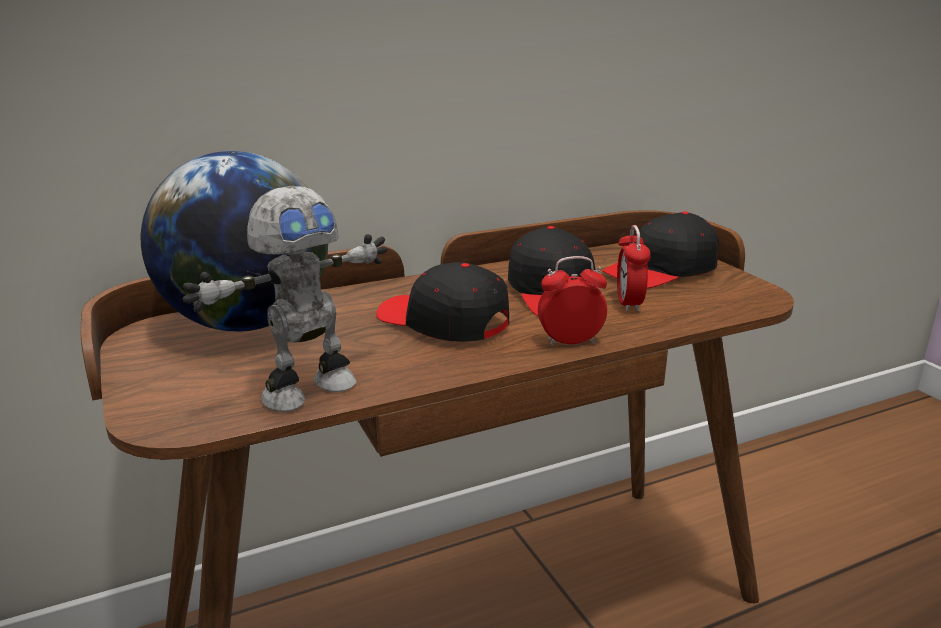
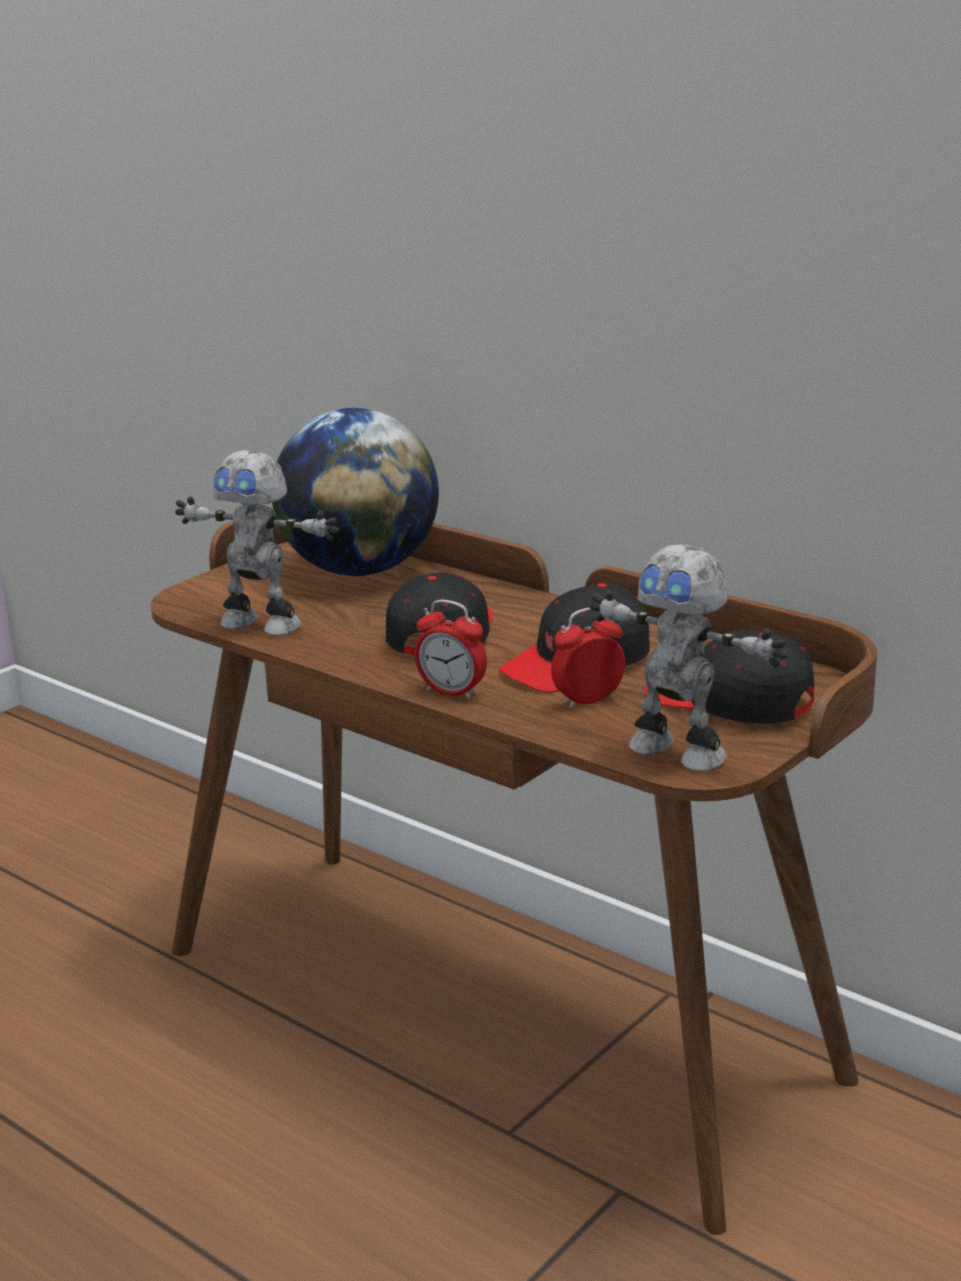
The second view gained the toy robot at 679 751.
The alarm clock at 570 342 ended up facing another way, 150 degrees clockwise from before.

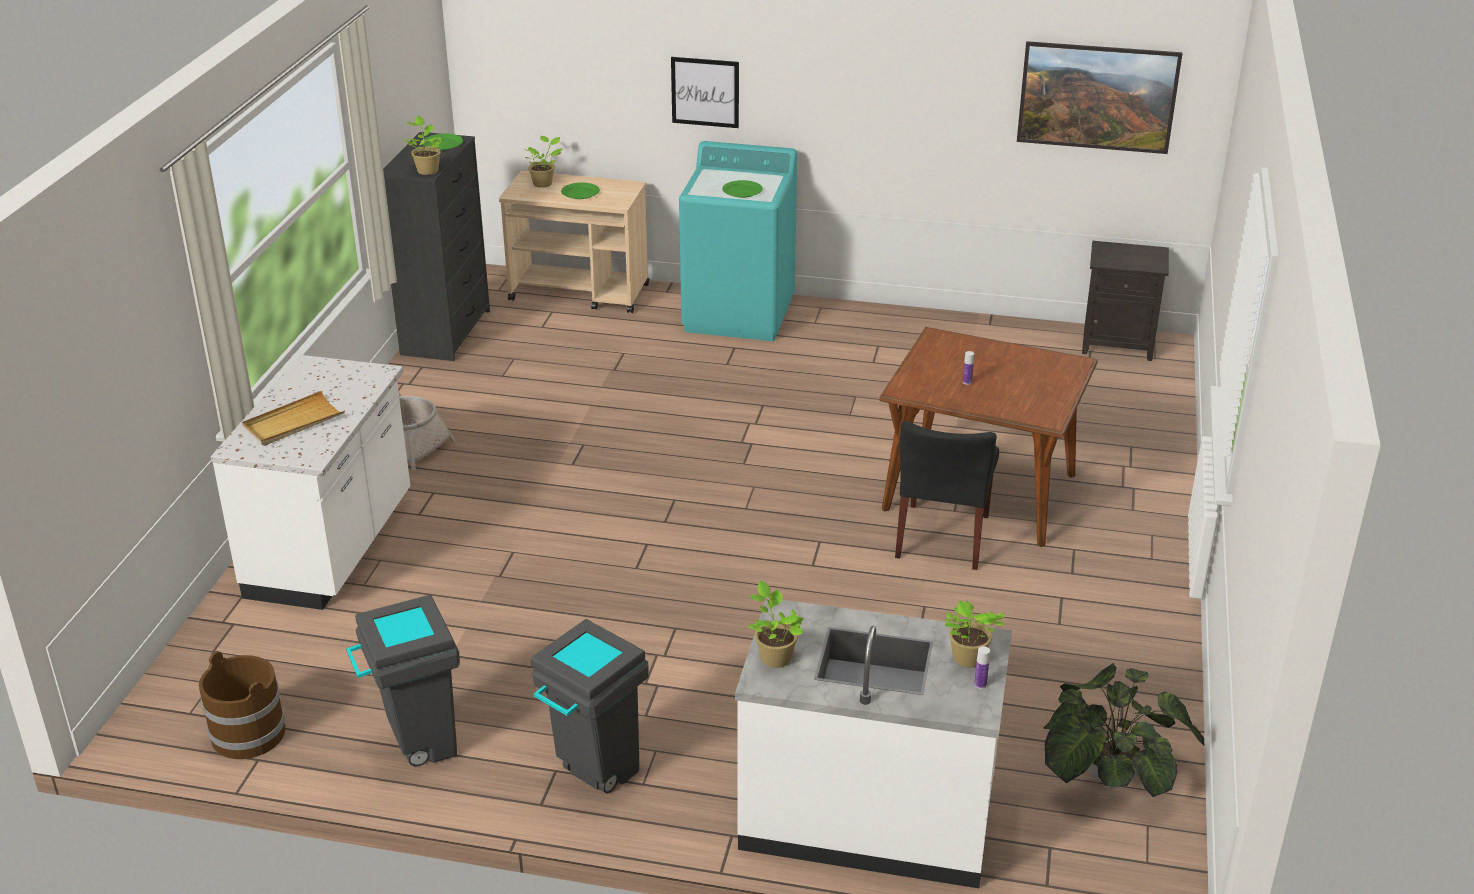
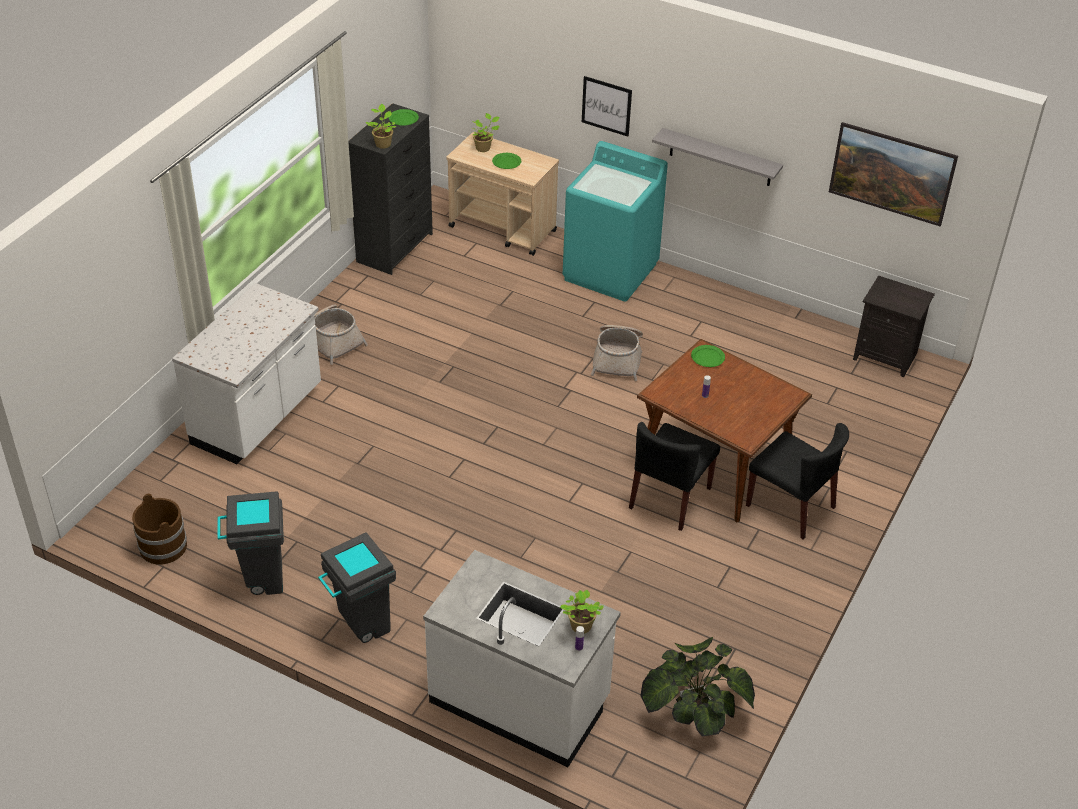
The second view lost the beige tray at 293 422.
The second view lost the potted plant at 774 657.
The second view gained the basket at 618 358.
The second view gained the grey shelf at 720 158.
The second view gained the black chair at 791 506.
The green plate ended up elsewhere, having gone from 742 191 to 708 357.

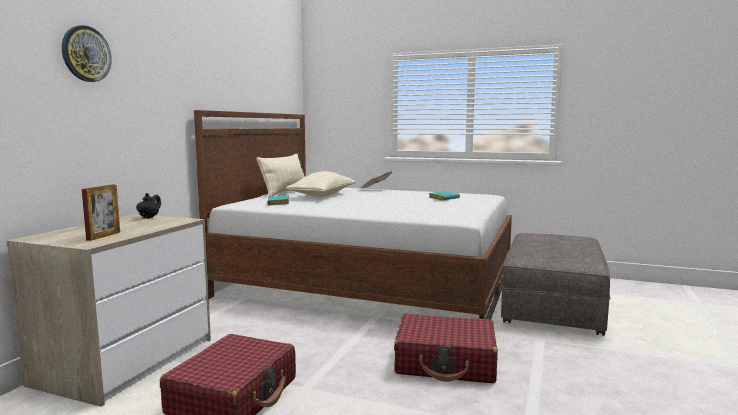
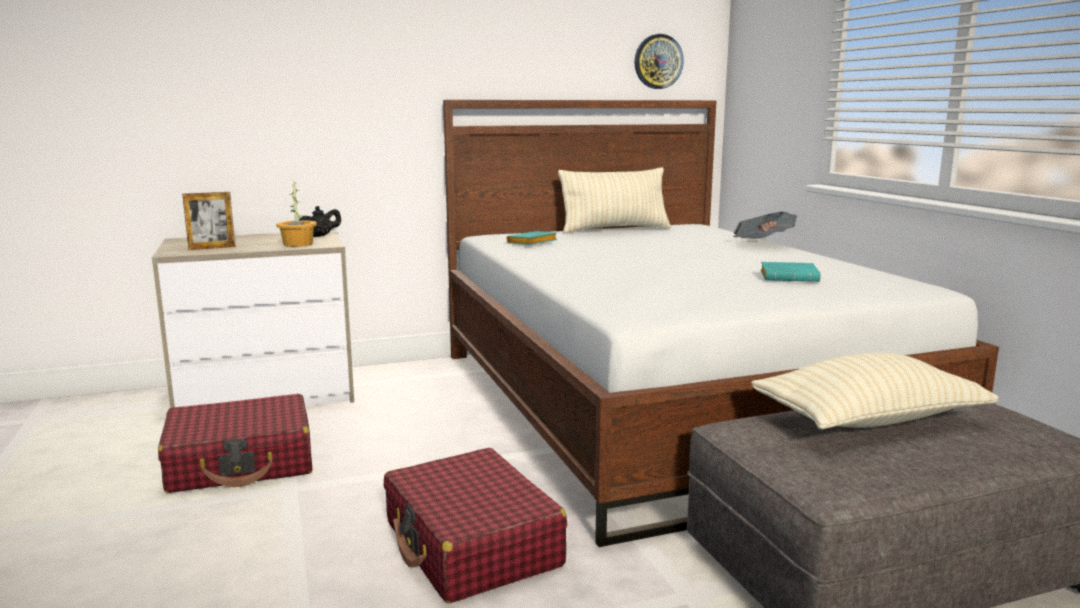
The second view gained the potted plant at 297 244.
The wall clock ended up elsewhere, having gone from 86 54 to 658 61.
The beige pillow ended up elsewhere, having gone from 322 196 to 868 420.

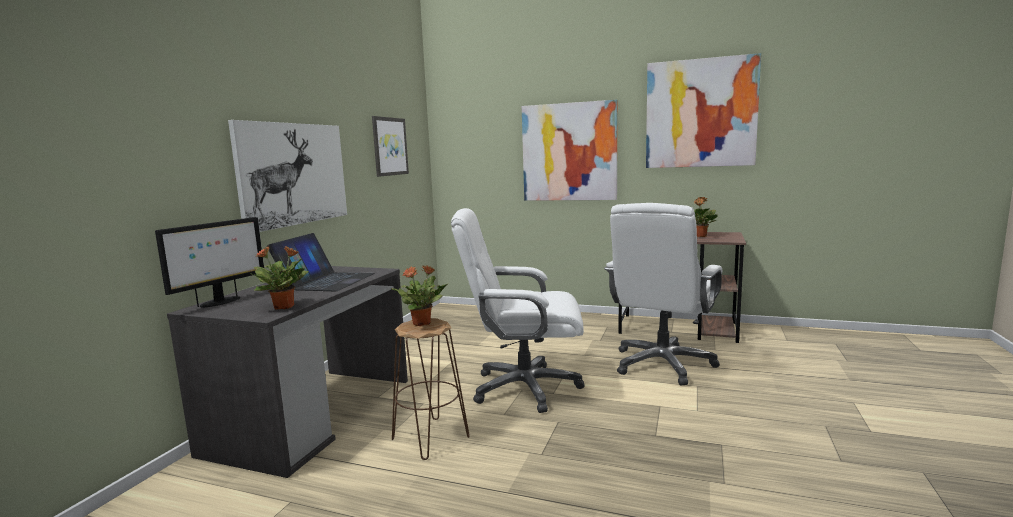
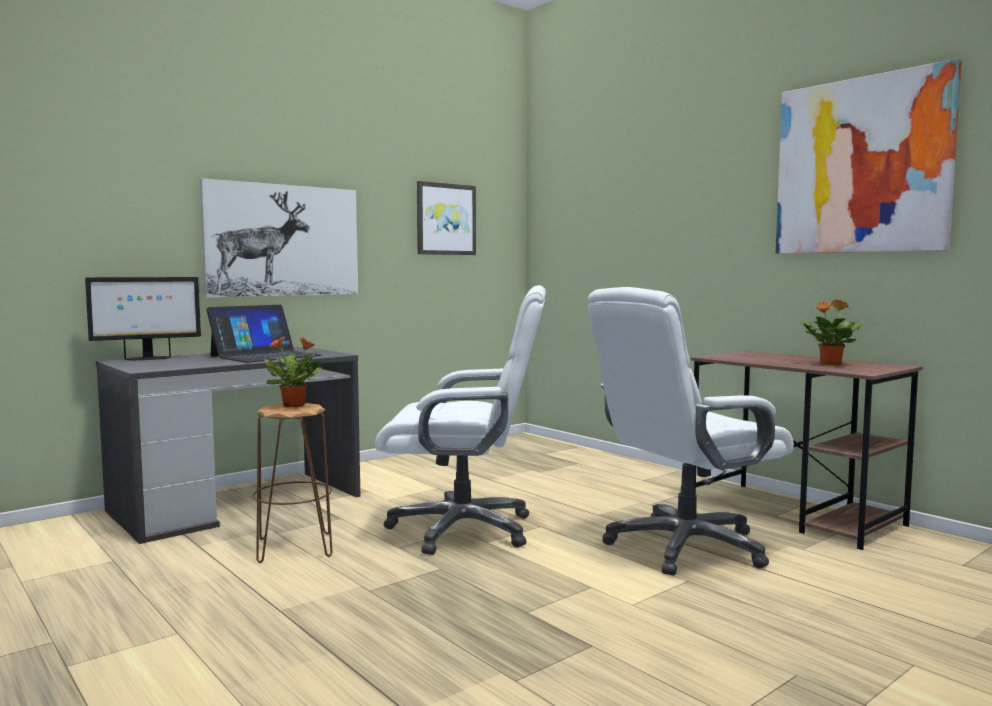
The second view lost the potted plant at 285 307.
The second view lost the picture at 569 152.
The white office chair at 524 388 ended up facing another way, 150 degrees clockwise from before.

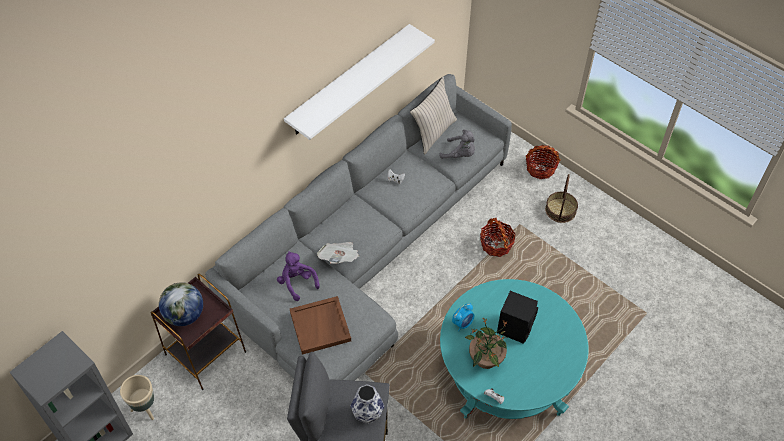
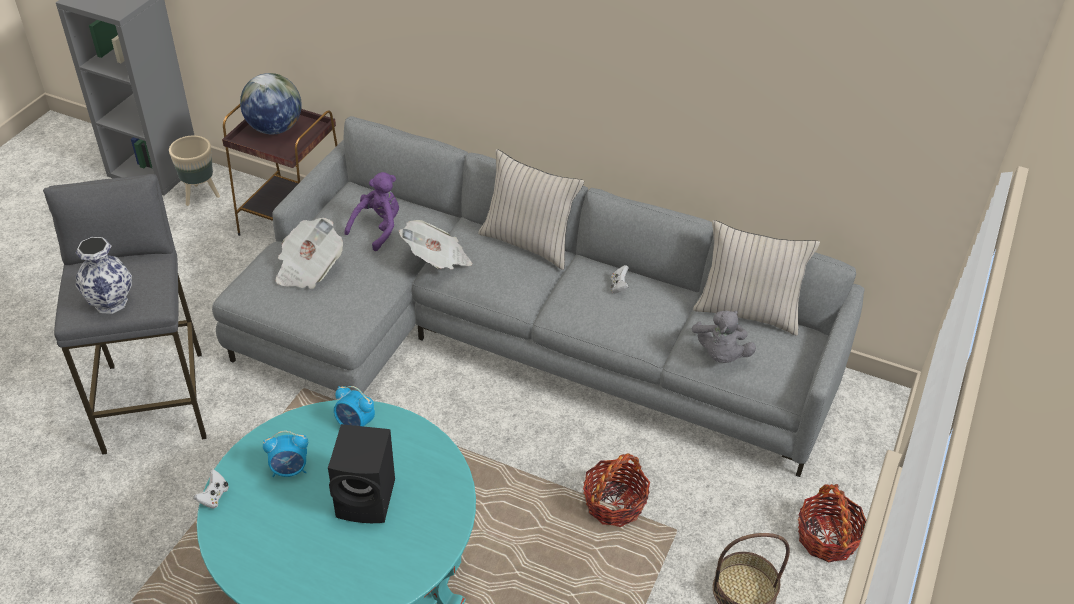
The second view lost the white shelf at 349 80.
The second view gained the beige pillow at 528 243.
Where the brown tray stood at 321 326, the newspaper came to stand at 308 268.
Where the potted plant stood at 485 359, the alarm clock came to stand at 290 469.

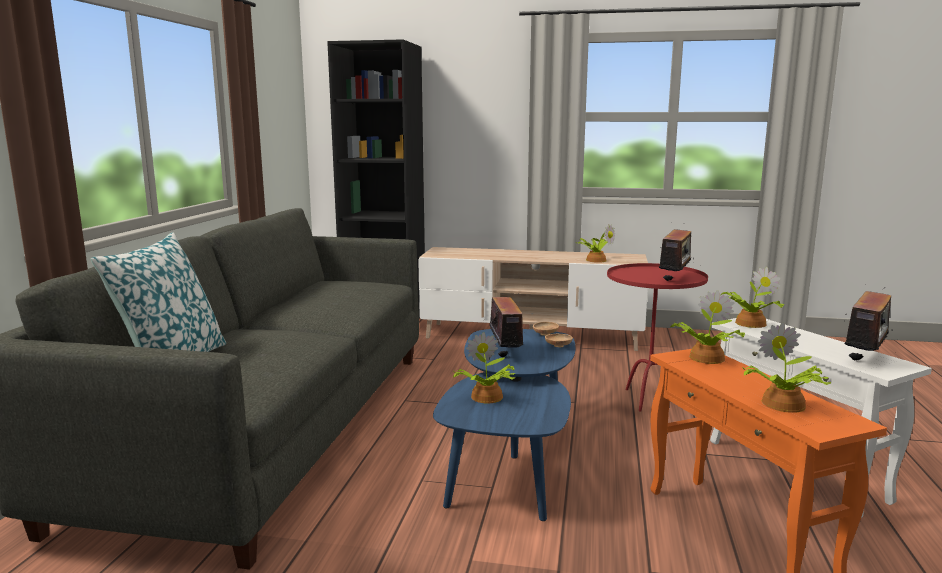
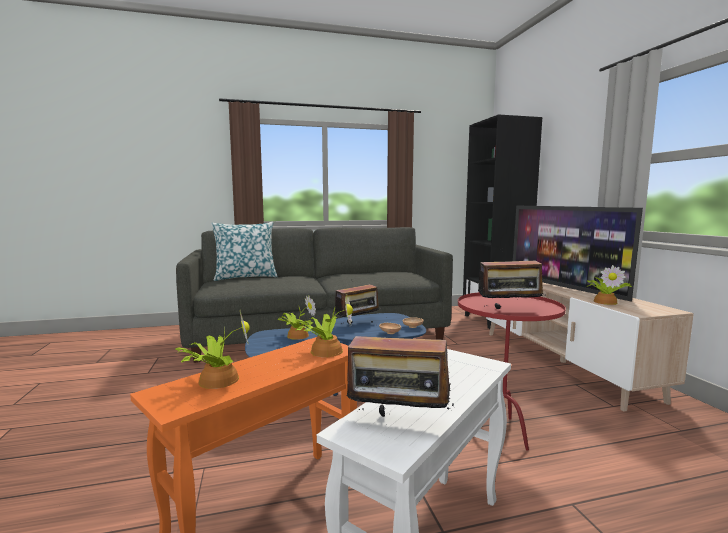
The second view lost the potted plant at 748 323.
The second view gained the television at 565 287.

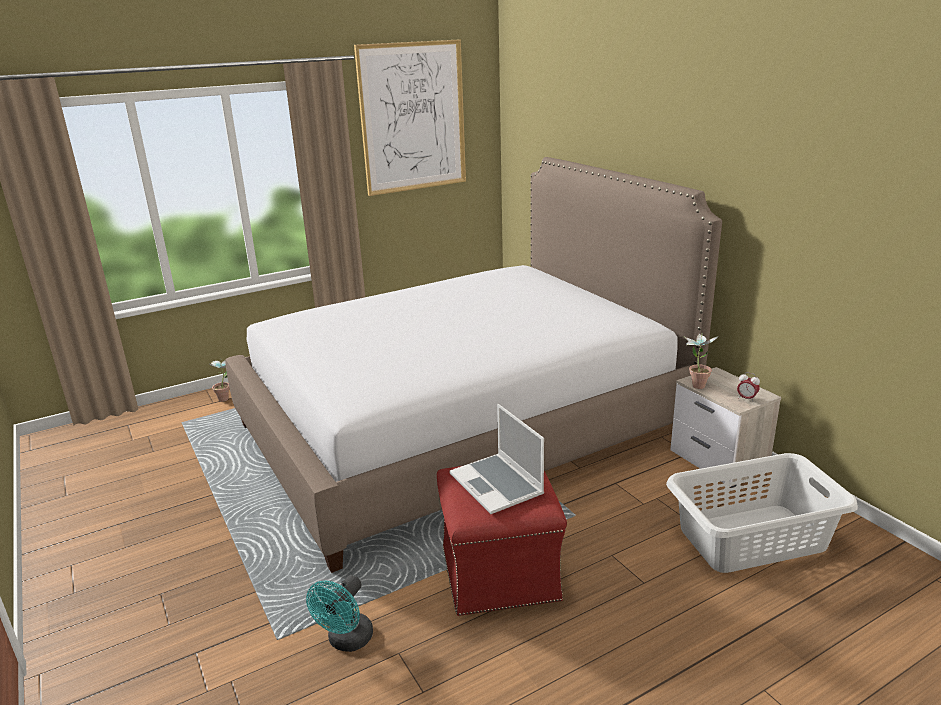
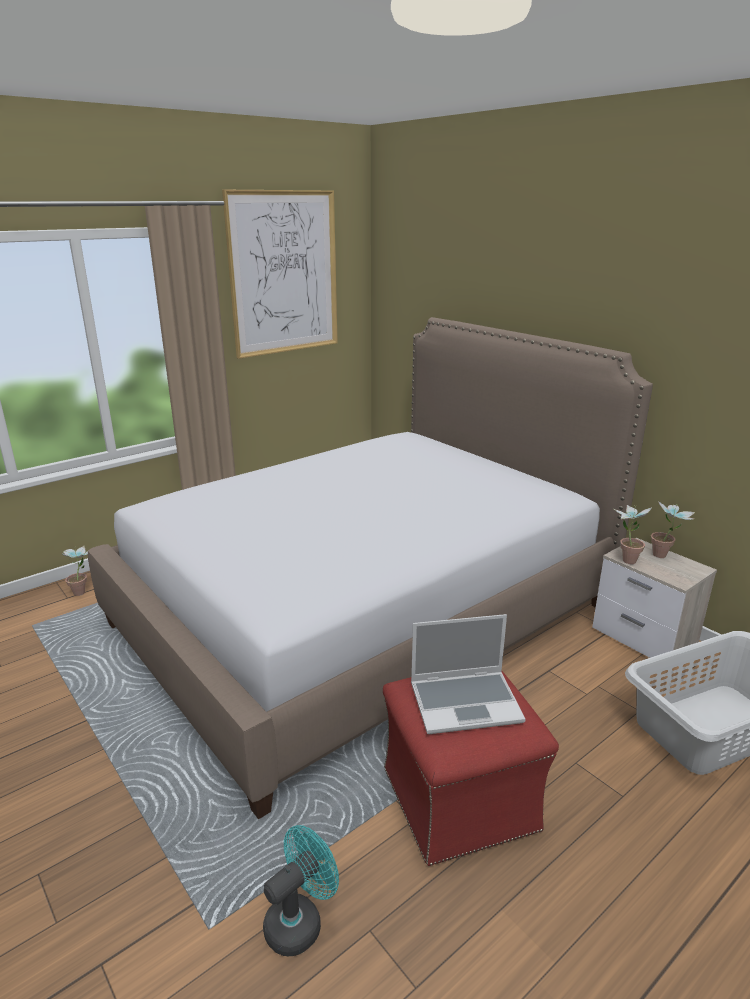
The second view lost the alarm clock at 746 398.
The second view gained the potted plant at 664 556.
The turquoise fan at 346 641 ended up facing another way, 150 degrees counterclockwise from before.
The laptop at 498 485 ended up facing another way, 60 degrees counterclockwise from before.

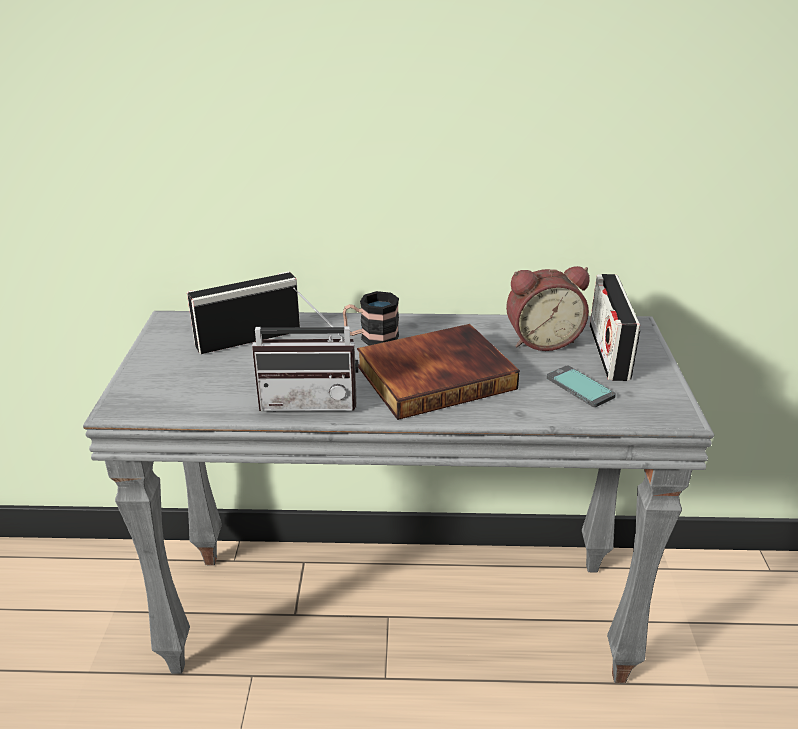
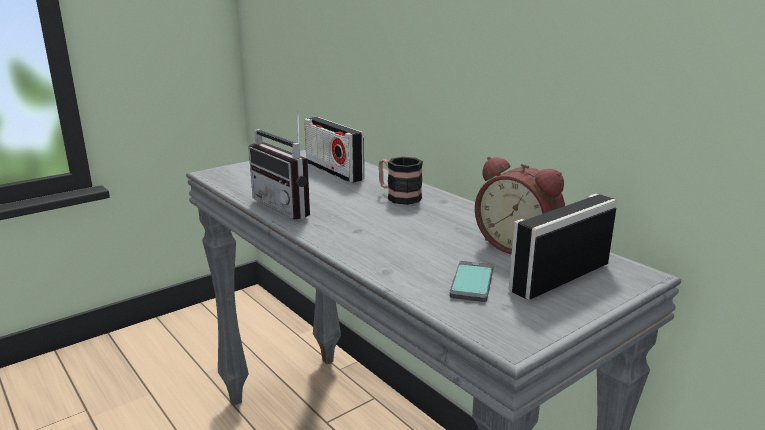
The second view lost the book at 435 375.
The radio at 248 338 ended up facing another way, 150 degrees counterclockwise from before.

